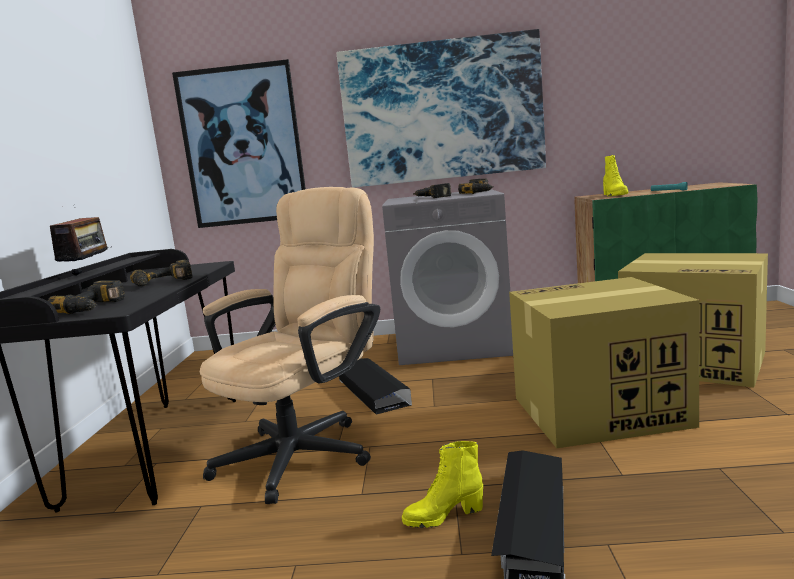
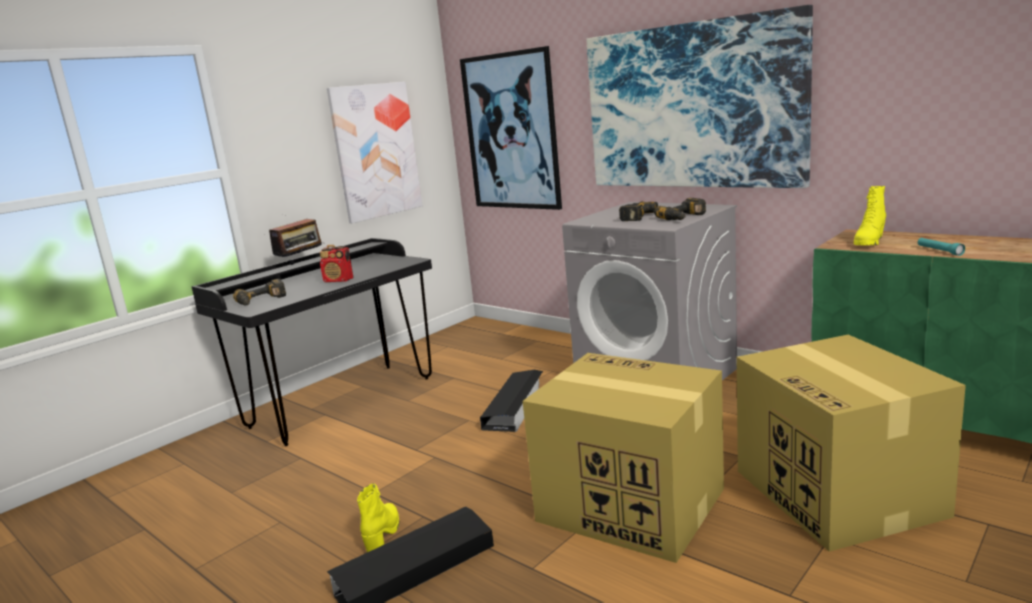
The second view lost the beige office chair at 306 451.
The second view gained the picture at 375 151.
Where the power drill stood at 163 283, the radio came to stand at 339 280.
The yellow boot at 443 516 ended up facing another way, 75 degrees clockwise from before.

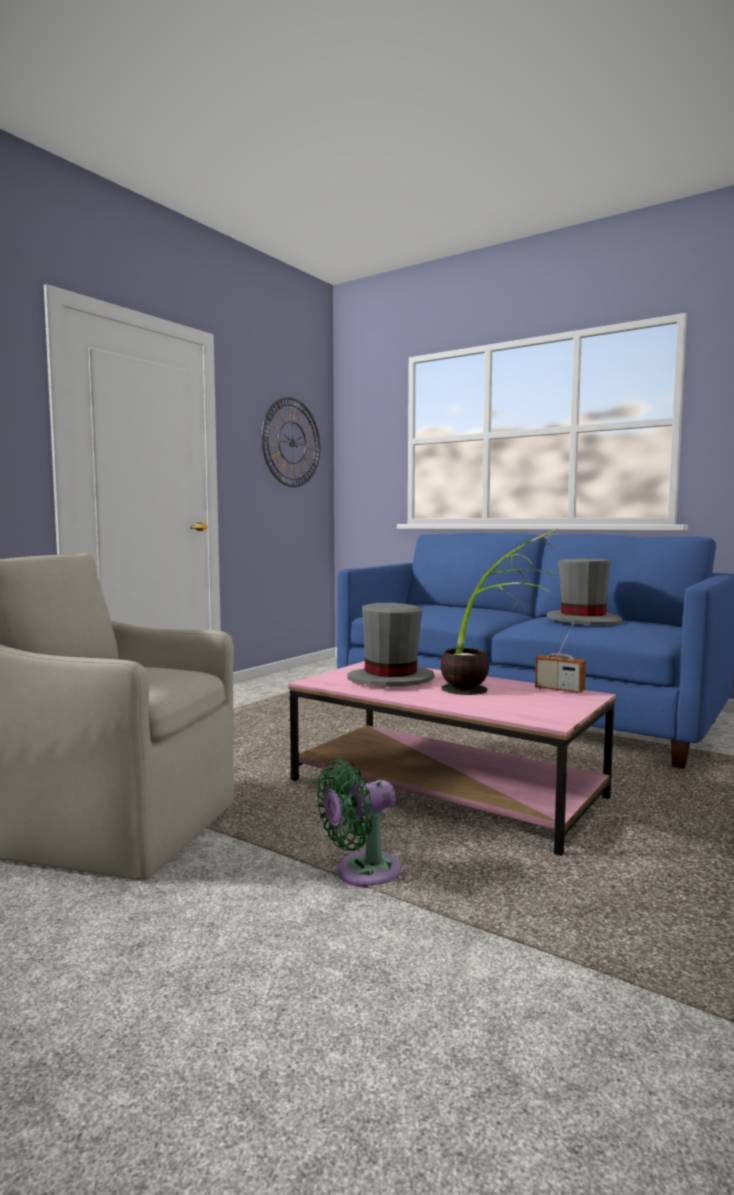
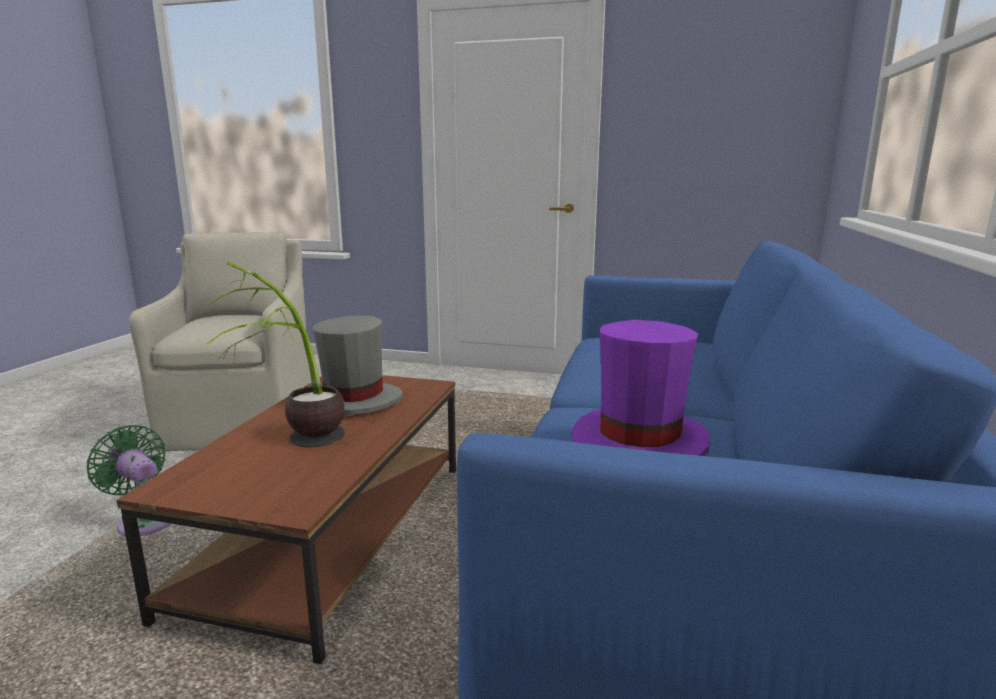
The second view lost the wall clock at 292 442.
The second view lost the radio at 559 689.
What was the pink coffee table at 446 789 turned into the brown coffee table at 332 534.
What was the grey hat at 583 620 turned into the purple hat at 639 442.

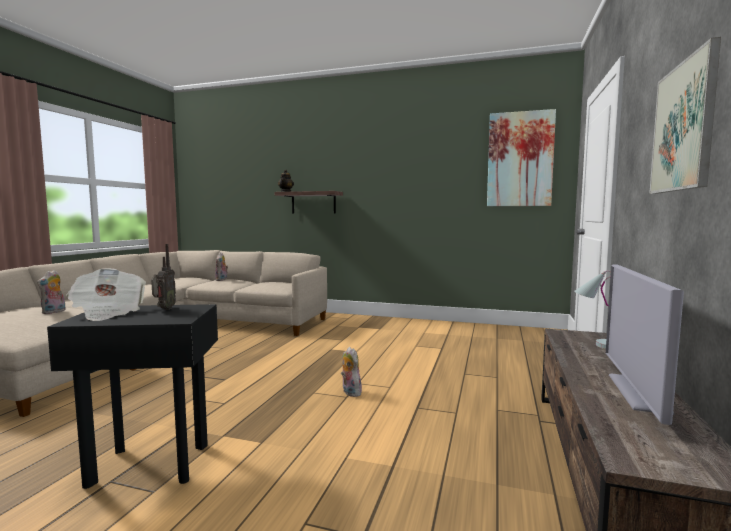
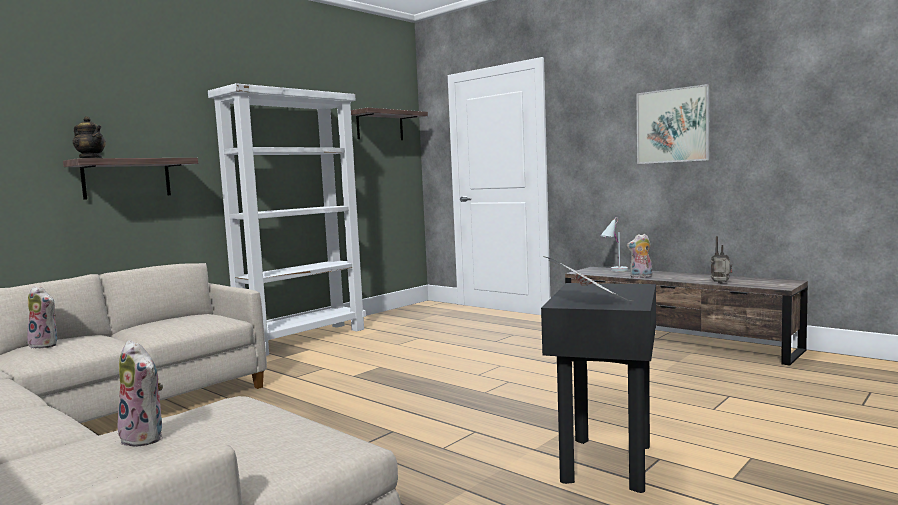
The second view lost the television at 637 392.
The second view gained the white bookcase at 303 339.
The radio ended up elsewhere, having gone from 164 309 to 721 283.
The plush toy ended up elsewhere, having gone from 350 392 to 641 277.
Where the picture hung at 520 159, the shelf came to hang at 380 126.

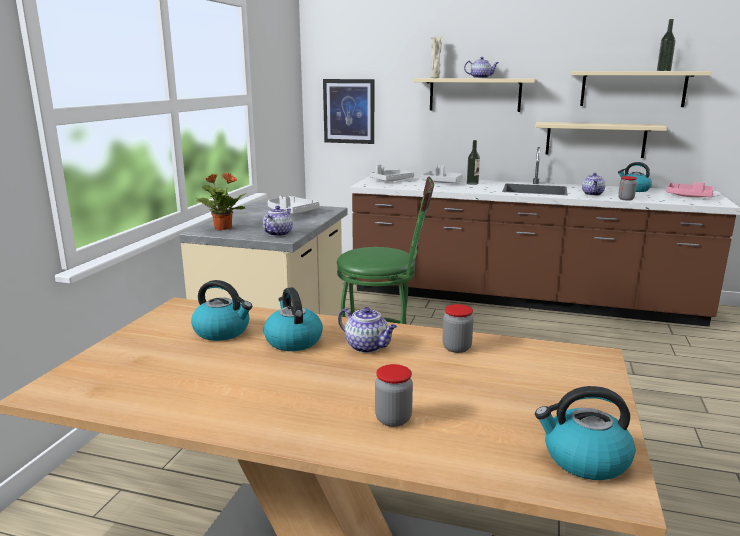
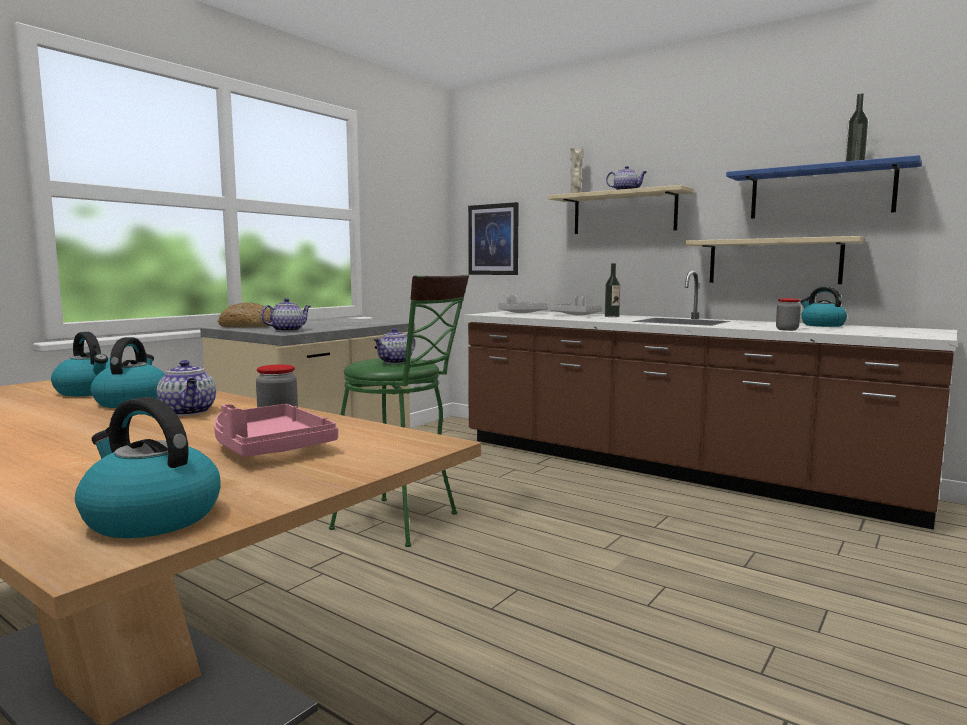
The second view lost the grey tray at 291 212.
The second view lost the jar at 393 419.
The teapot ended up elsewhere, having gone from 593 194 to 395 362.
The pink tray ended up elsewhere, having gone from 689 196 to 269 447.
Where the potted plant stood at 222 228, the bread came to stand at 249 326.
What was the beige shelf at 633 89 turned into the blue shelf at 820 192.

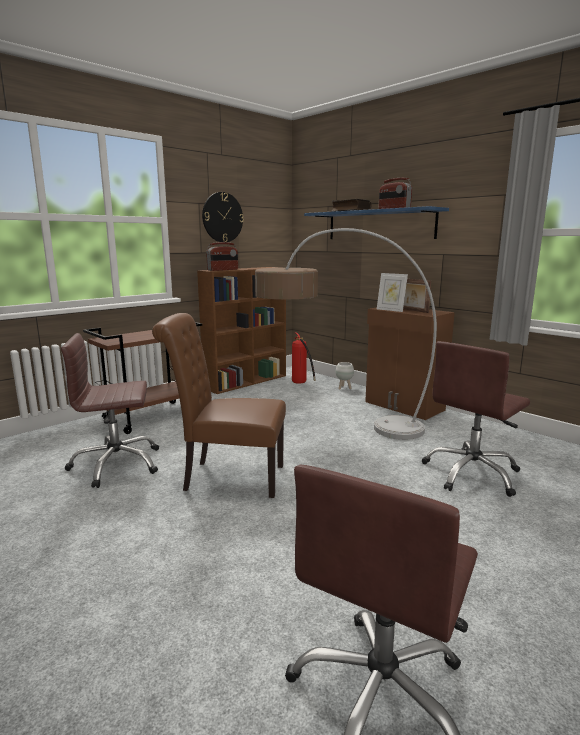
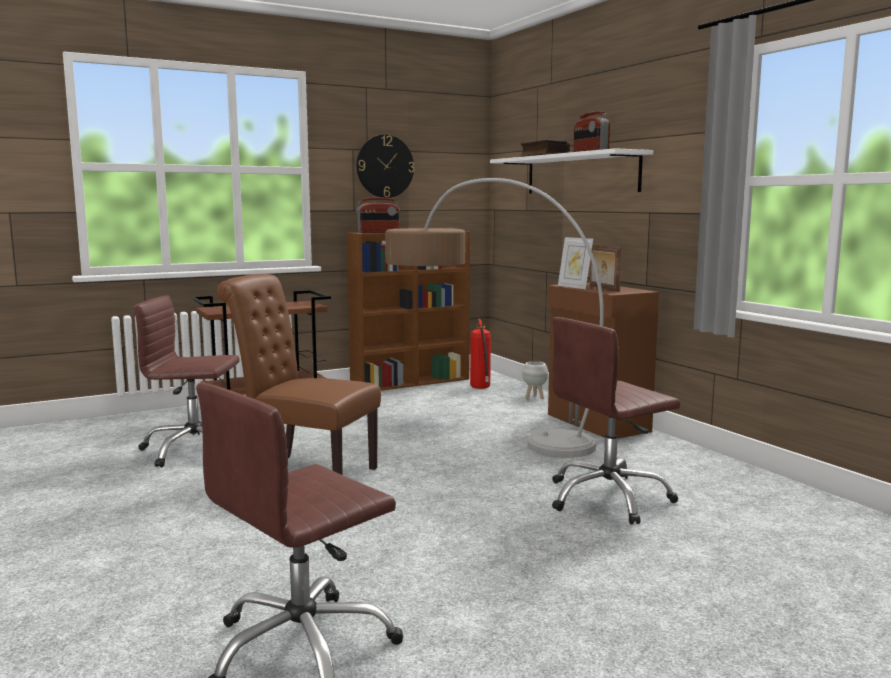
What was the blue shelf at 379 225 turned into the white shelf at 580 174.

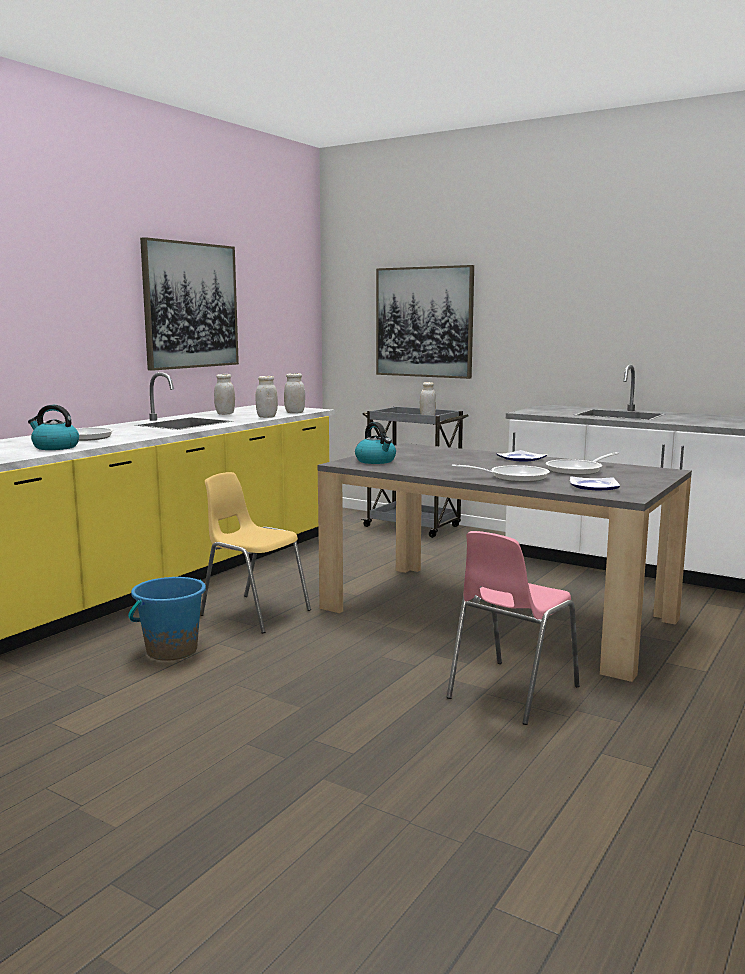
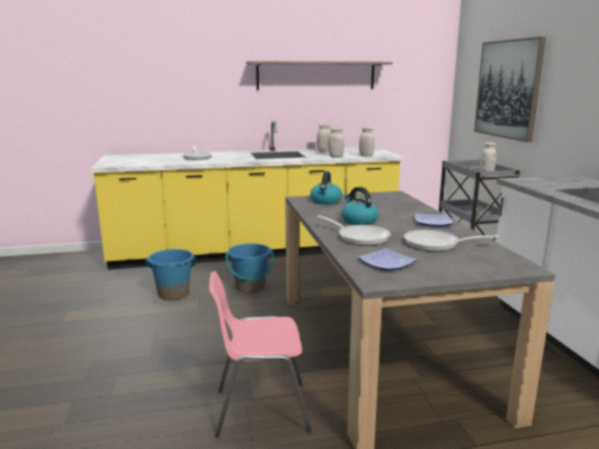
The kettle ended up elsewhere, having gone from 55 447 to 358 221.
Where the picture hung at 190 305, the shelf came to hang at 316 75.
Where the yellow chair stood at 254 613, the blue bucket came to stand at 250 287.

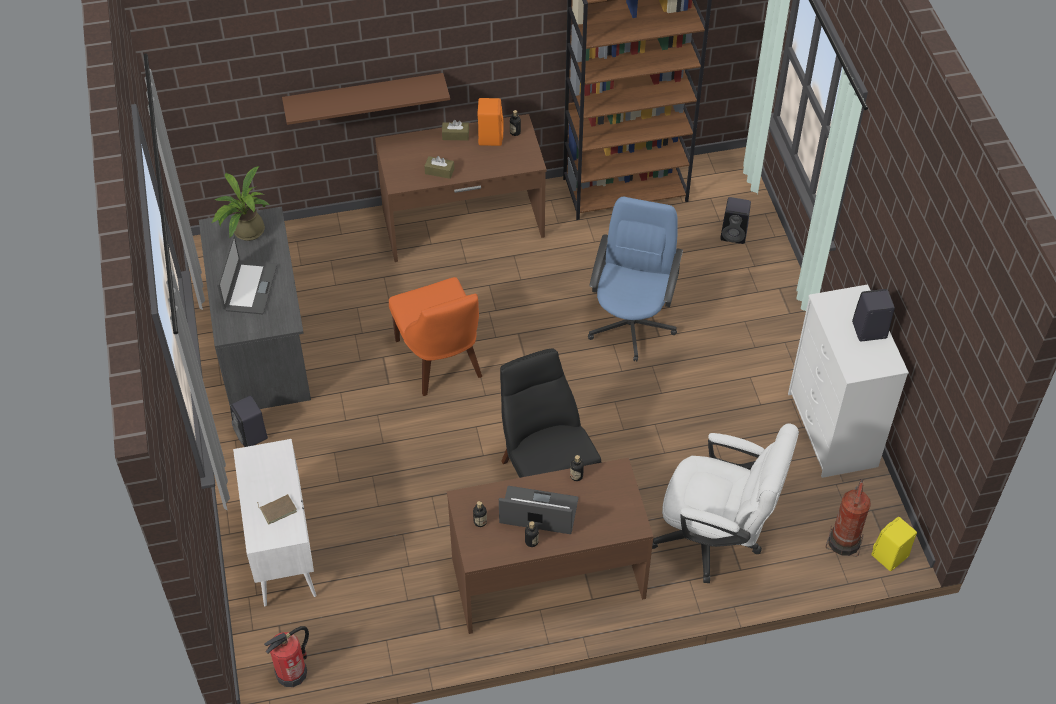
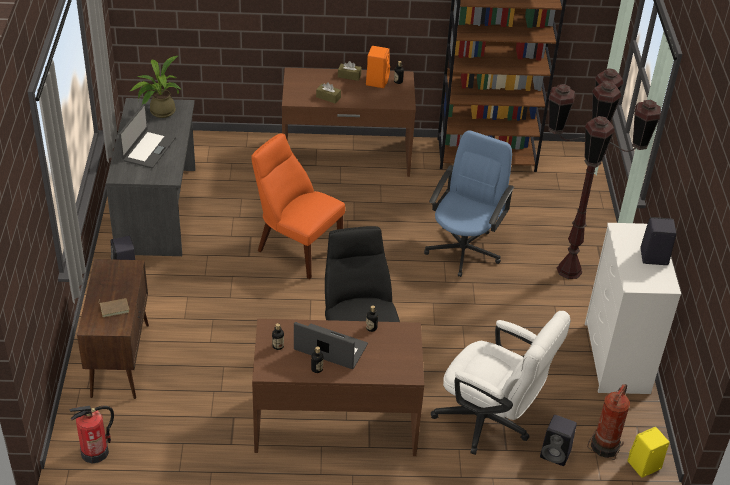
The second view lost the brown shelf at 364 97.
The second view gained the brown floor lamp at 568 270.
The black speaker ended up elsewhere, having gone from 734 234 to 556 454.
What was the white cabinet at 282 550 turned into the brown cabinet at 120 359.
The orange chair at 440 361 ended up facing another way, 135 degrees clockwise from before.

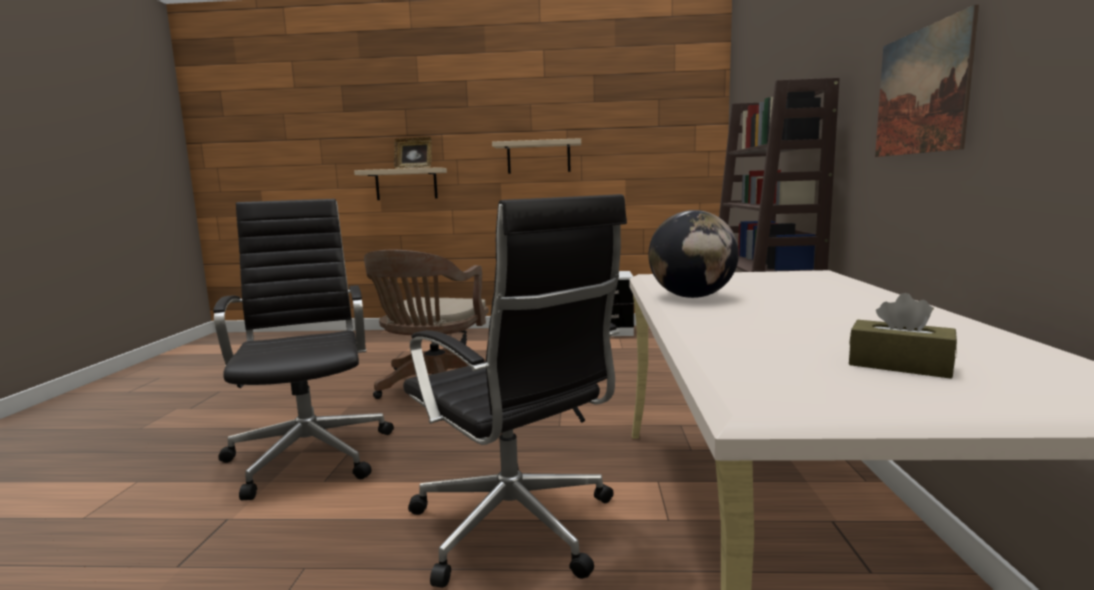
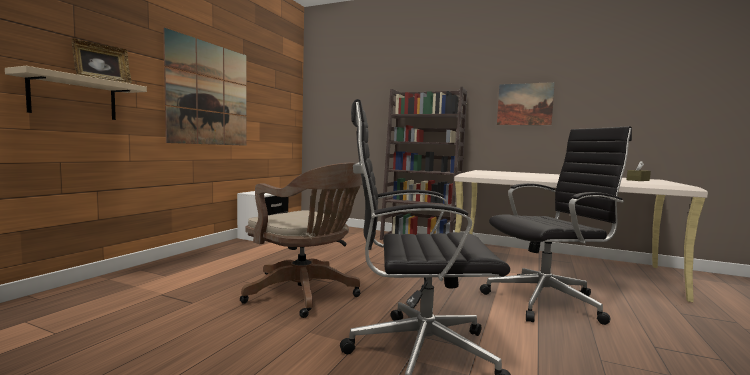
The second view lost the globe at 692 297.
Where the beige shelf hung at 538 157, the picture came to hang at 209 94.

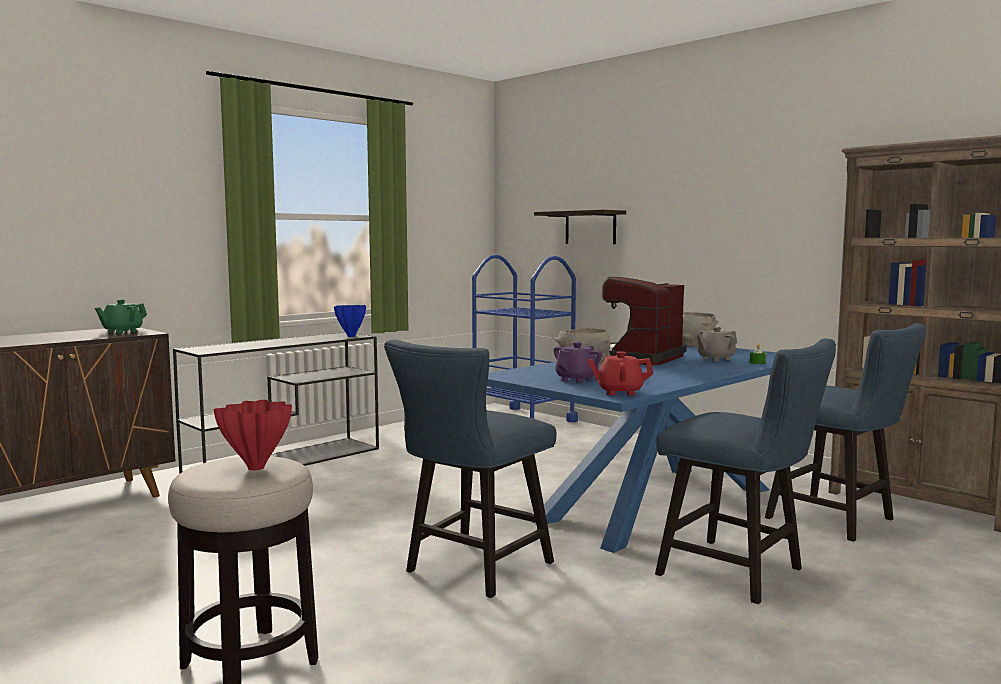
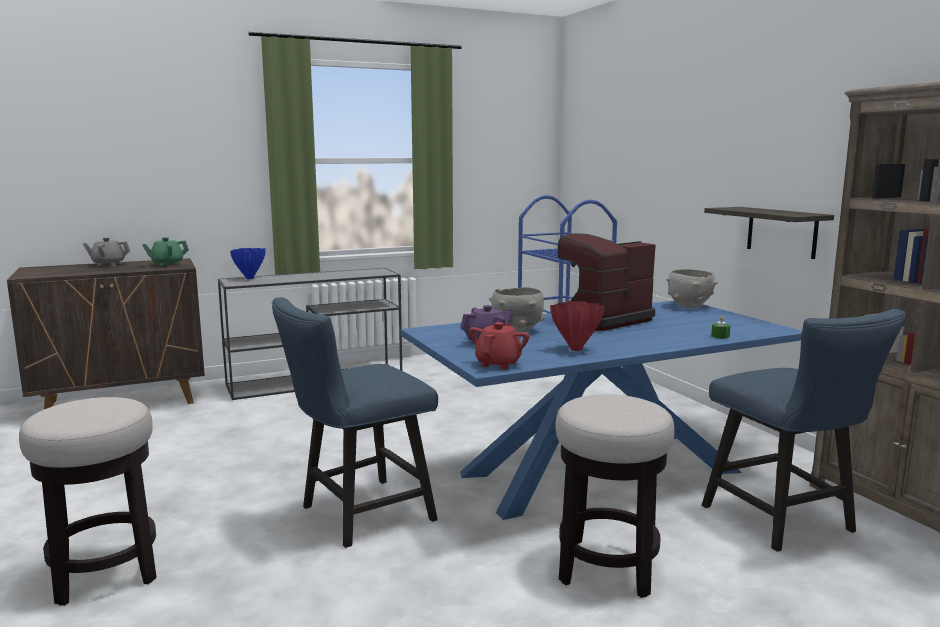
The red vase ended up elsewhere, having gone from 257 468 to 577 349.
The blue vase ended up elsewhere, having gone from 350 336 to 249 278.
The shelf ended up elsewhere, having gone from 590 228 to 781 232.
The grey teapot ended up elsewhere, having gone from 715 359 to 108 264.
Where the blue chair stood at 740 574, the stool came to stand at 607 568.
The red teapot at 619 392 ended up facing another way, 90 degrees clockwise from before.

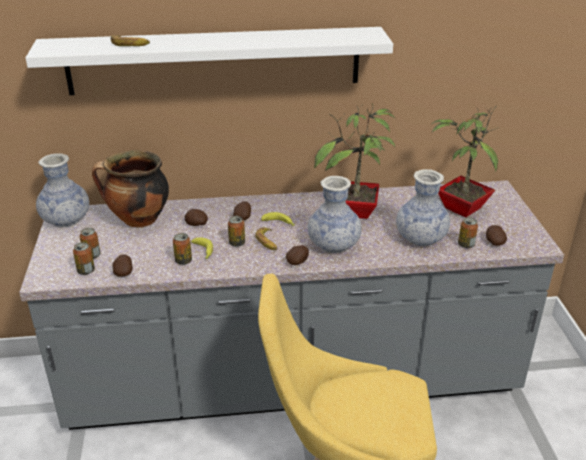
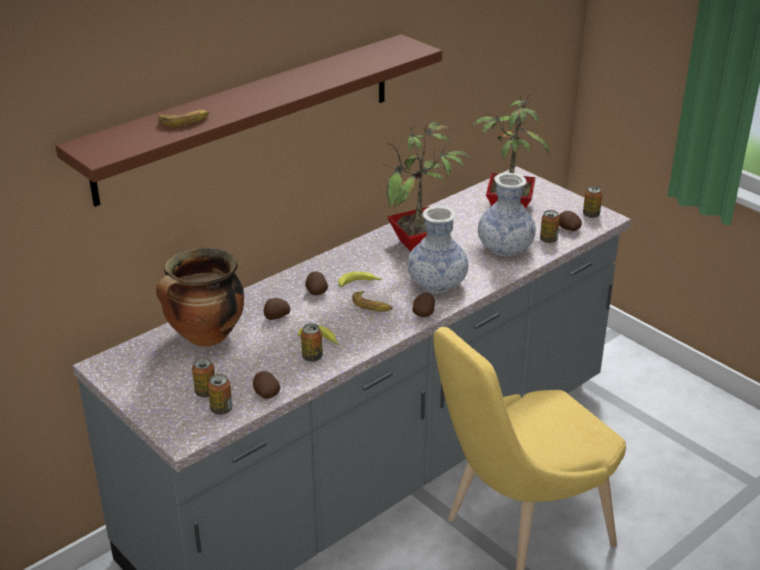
The second view lost the vase at 66 220.
The can ended up elsewhere, having gone from 237 243 to 591 215.
What was the white shelf at 214 61 turned into the brown shelf at 248 116.

